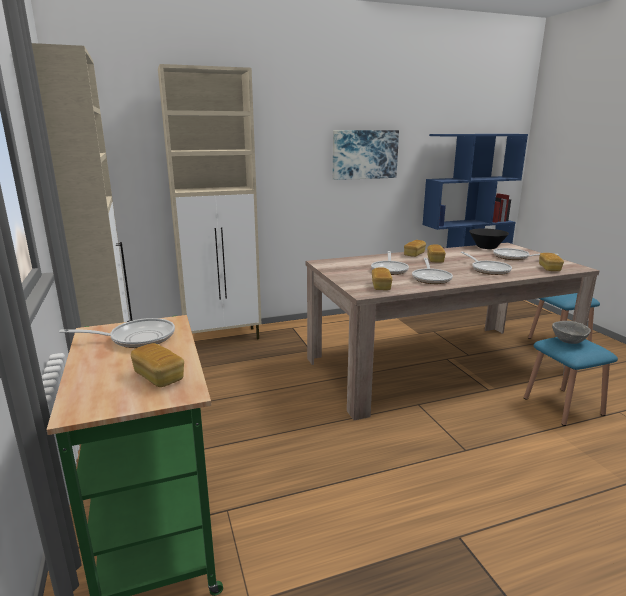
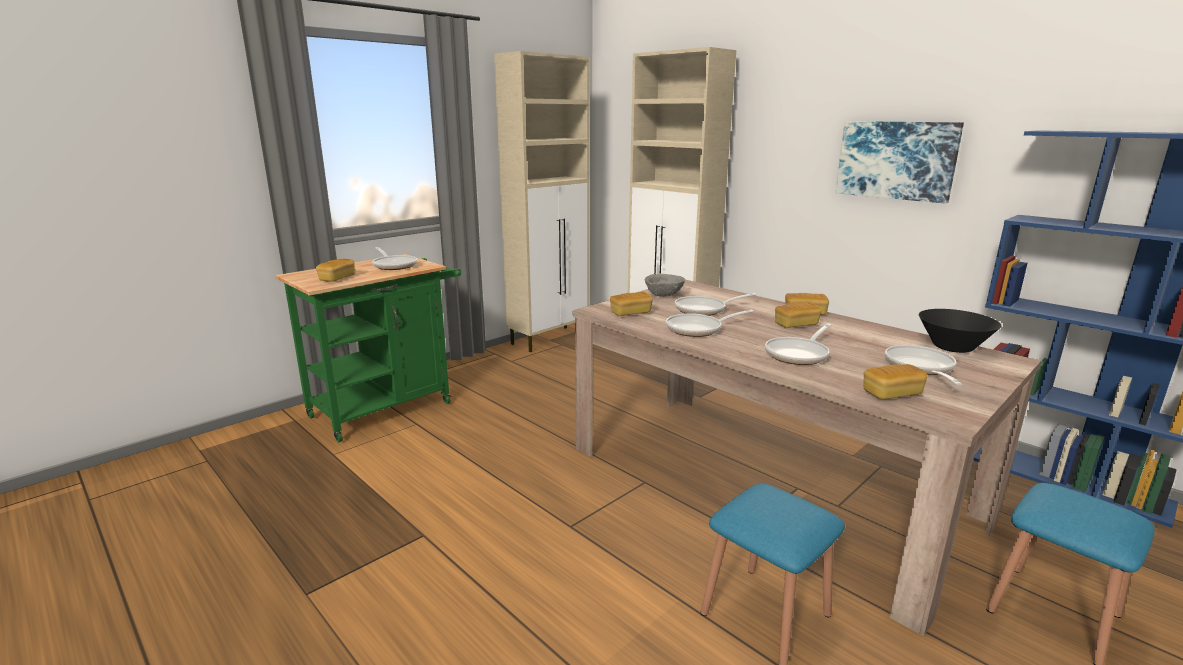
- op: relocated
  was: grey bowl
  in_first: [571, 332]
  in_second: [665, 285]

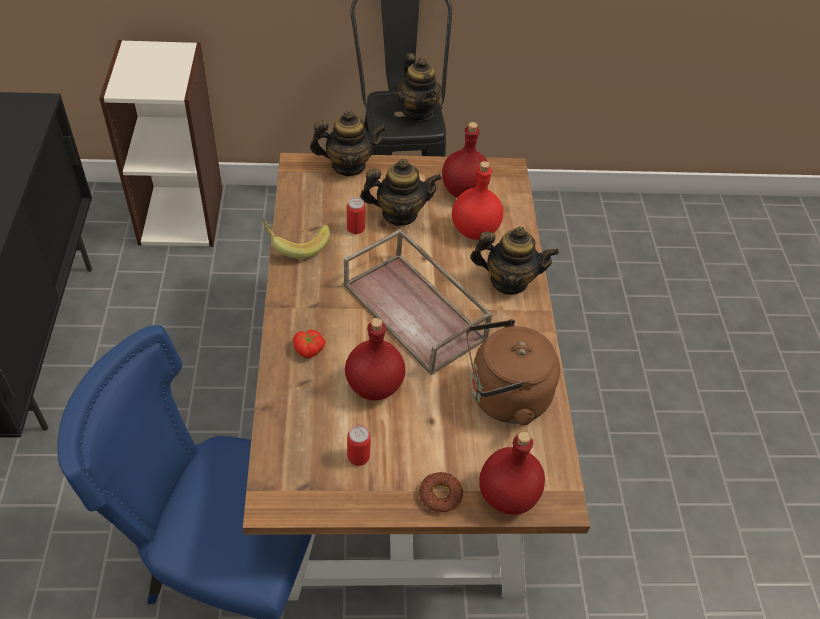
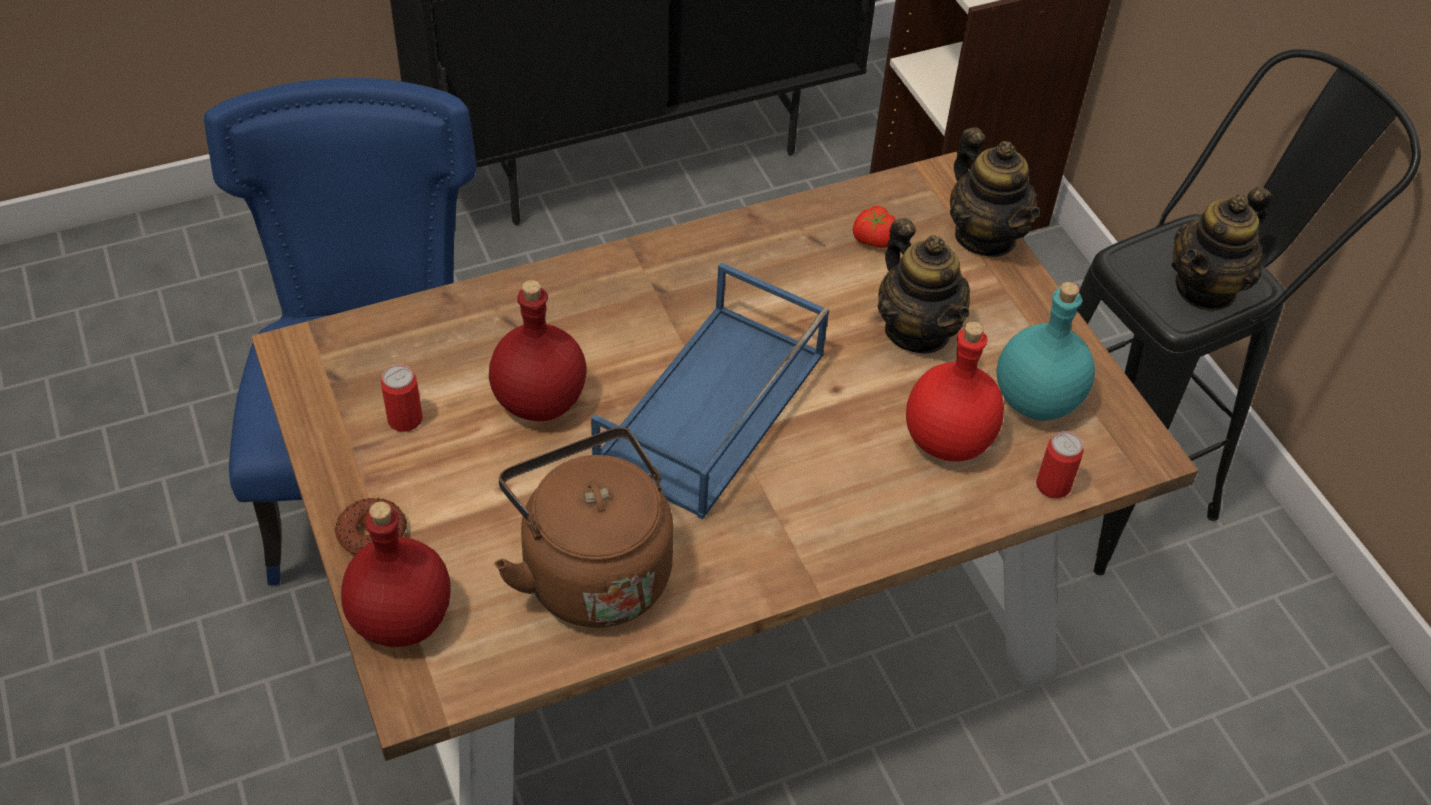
- op: colour
  was: red bottle
  now: turquoise bottle
  in_first: [466, 160]
  in_second: [1045, 351]
- op: relocated
  was: can
  in_first: [356, 215]
  in_second: [1060, 464]
- op: missing
  was: banana
  in_first: [296, 238]
- op: missing
  was: teapot
  in_first: [514, 261]
- op: colour
  was: brown tray
  now: blue tray
  in_first: [418, 302]
  in_second: [710, 391]
- op: relocated
  was: tomato
  in_first: [309, 344]
  in_second: [874, 227]

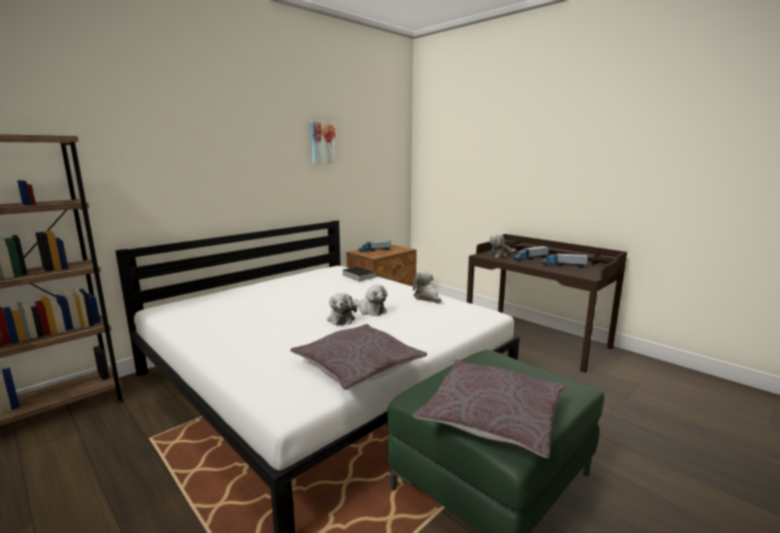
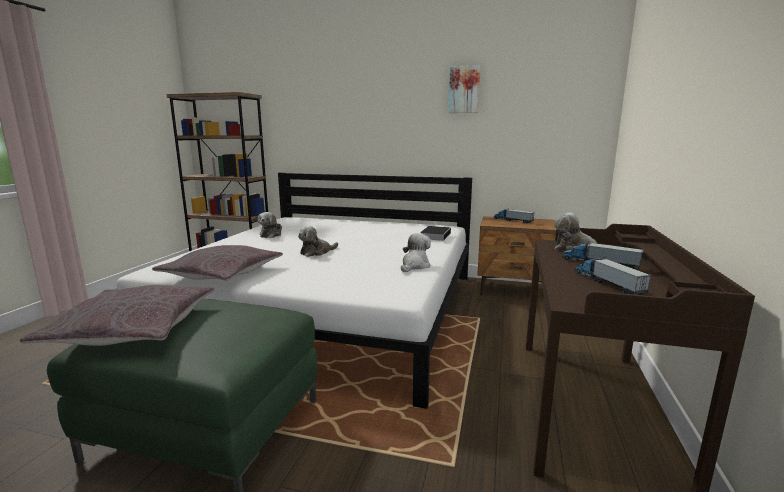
- op: relocated
  was: plush toy
  in_first: [370, 300]
  in_second: [270, 225]

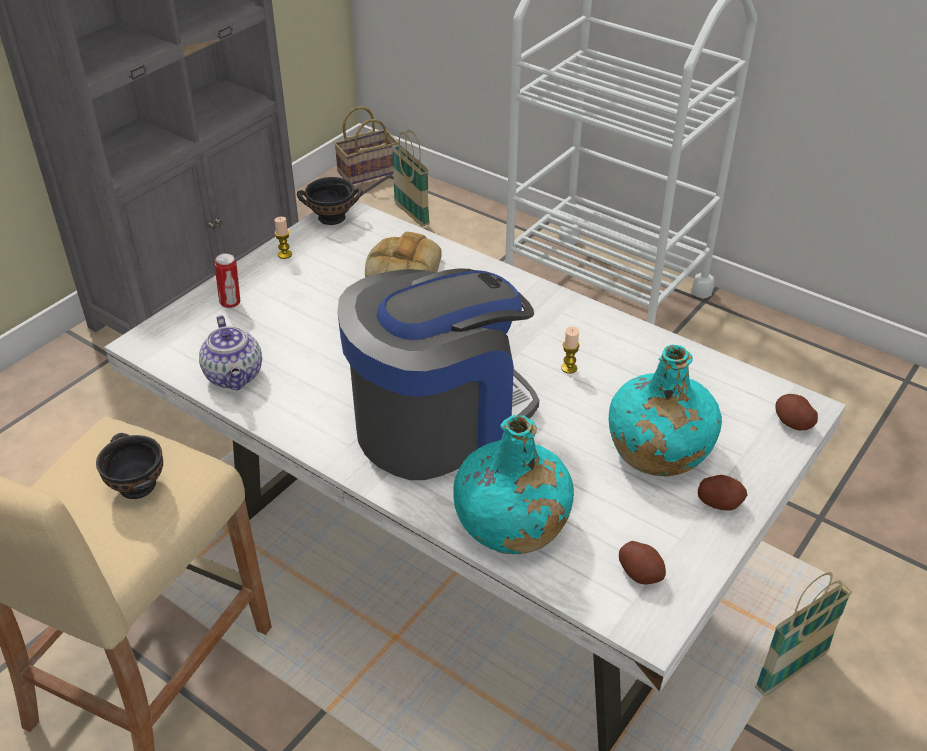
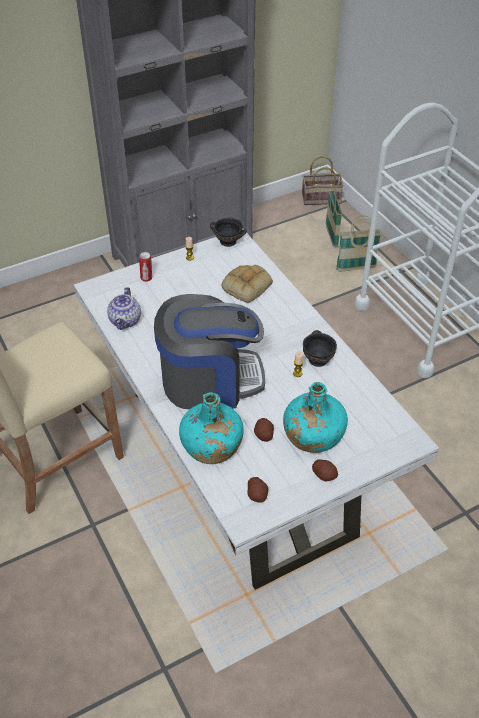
- op: relocated
  was: potato
  in_first: [796, 412]
  in_second: [264, 430]
- op: relocated
  was: black bowl
  in_first: [129, 466]
  in_second: [320, 348]
- op: relocated
  was: basket
  in_first: [803, 634]
  in_second: [359, 243]

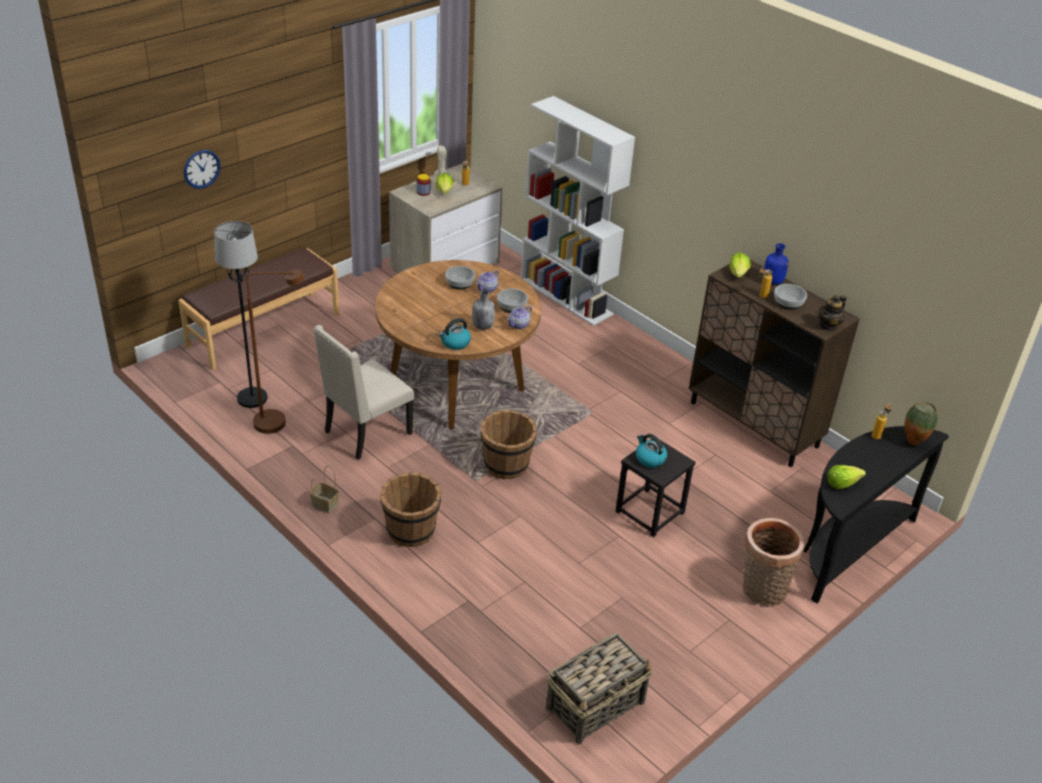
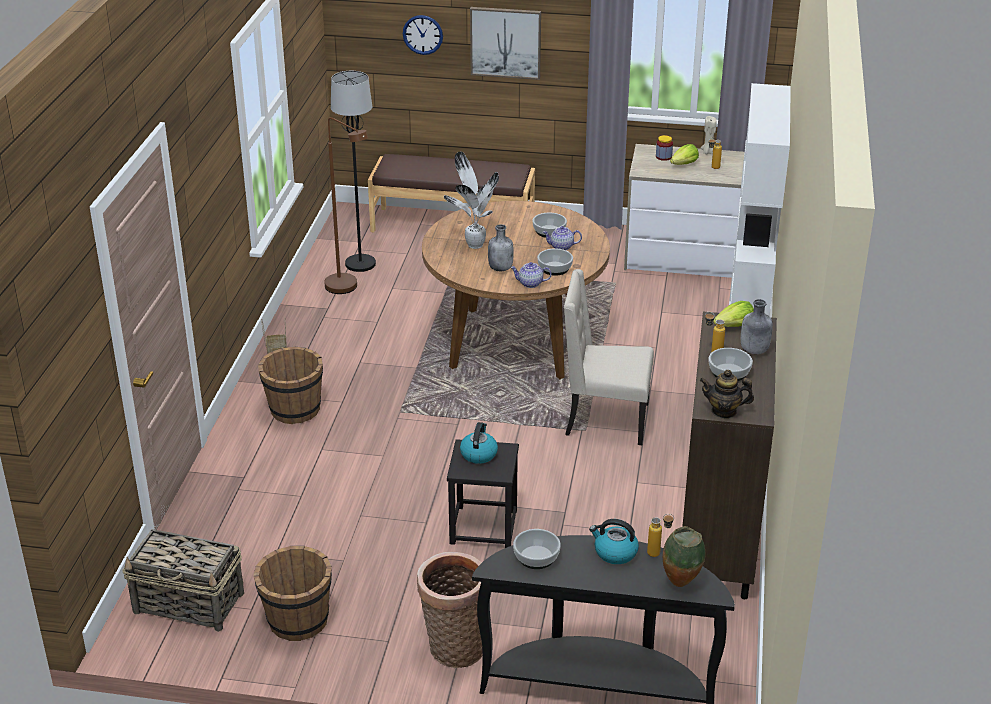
- op: colour
  was: blue bottle
  now: grey bottle
  in_first: [776, 264]
  in_second: [757, 326]
- op: relocated
  was: kettle
  in_first: [455, 334]
  in_second: [614, 541]
- op: relocated
  was: beige chair
  in_first: [363, 392]
  in_second: [609, 357]
- op: relocated
  was: brown bucket
  in_first: [508, 444]
  in_second: [292, 593]
- op: exchanged
  was: lettuce
  now: bowl
  in_first: [847, 477]
  in_second: [537, 549]
- op: appeared
  now: picture
  in_second: [505, 43]
- op: appeared
  now: potted plant
  in_second: [471, 200]

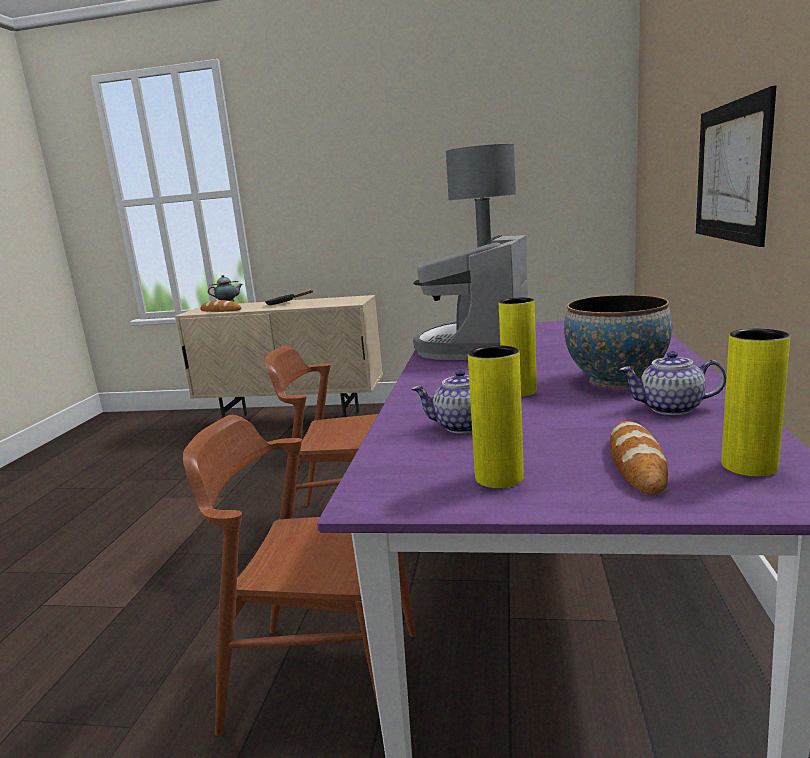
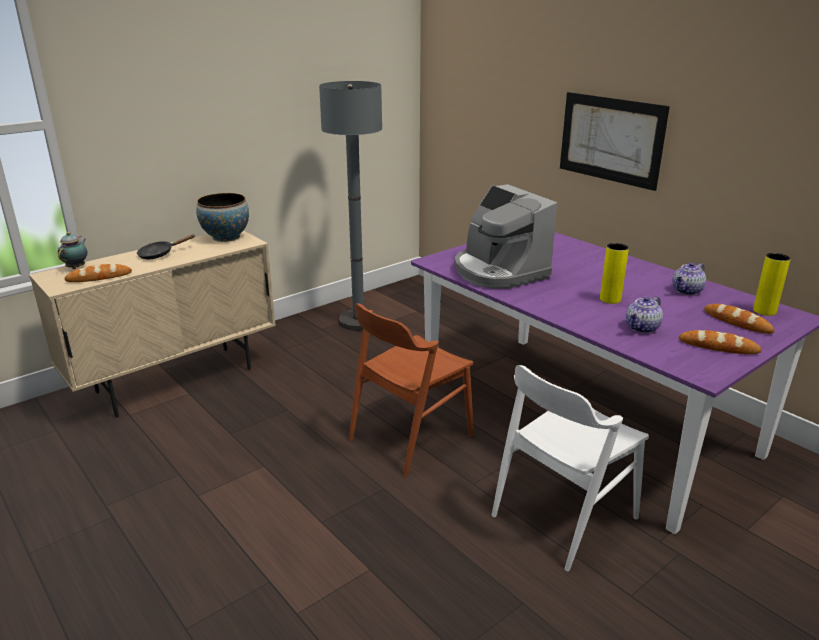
- op: relocated
  was: bowl
  in_first: [618, 341]
  in_second: [222, 217]
- op: exchanged
  was: yellow vase
  now: bread
  in_first: [496, 416]
  in_second: [720, 342]
- op: colour
  was: brown chair
  now: white chair
  in_first: [299, 575]
  in_second: [570, 468]

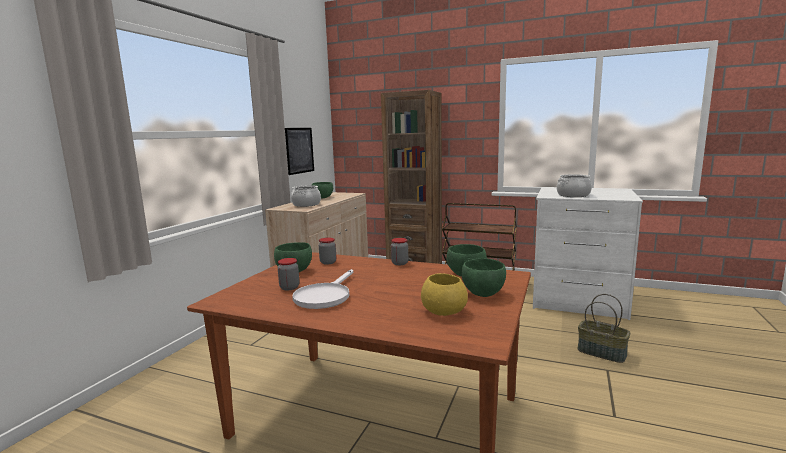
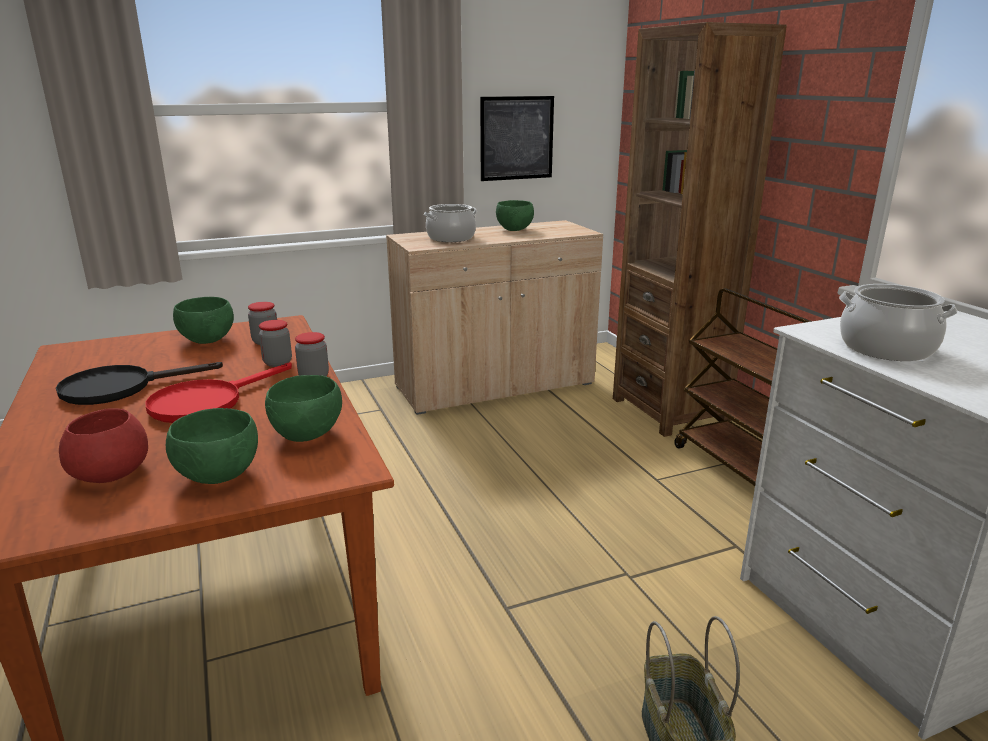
- op: relocated
  was: jar
  in_first: [288, 274]
  in_second: [275, 343]
- op: colour
  was: white frying pan
  now: black frying pan
  in_first: [322, 289]
  in_second: [139, 383]
- op: colour
  was: yellow bowl
  now: red bowl
  in_first: [444, 294]
  in_second: [103, 445]
- op: appeared
  now: red frying pan
  in_second: [219, 392]

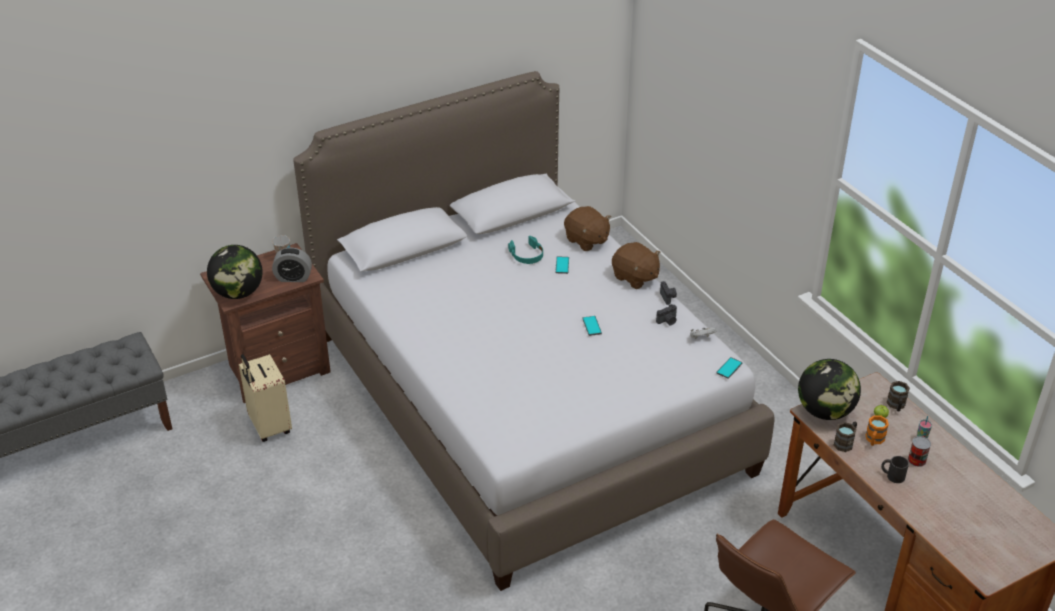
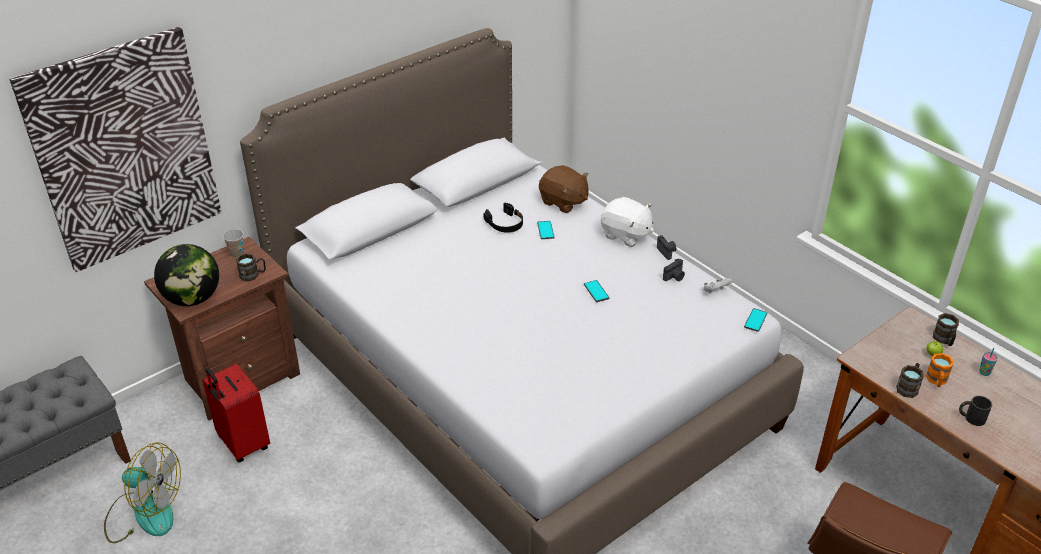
- op: colour
  was: turquoise headphones
  now: black headphones
  in_first: [525, 250]
  in_second: [503, 217]
- op: colour
  was: brown plush toy
  now: white plush toy
  in_first: [636, 265]
  in_second: [627, 222]
- op: exchanged
  was: alarm clock
  now: brown mug
  in_first: [292, 265]
  in_second: [251, 267]
- op: colour
  was: beige suitcase
  now: red suitcase
  in_first: [265, 398]
  in_second: [236, 413]
- op: missing
  was: globe
  in_first: [829, 389]
- op: missing
  was: can
  in_first: [919, 451]
- op: appeared
  now: picture
  in_second: [115, 149]
- op: appeared
  now: fan
  in_second: [142, 492]

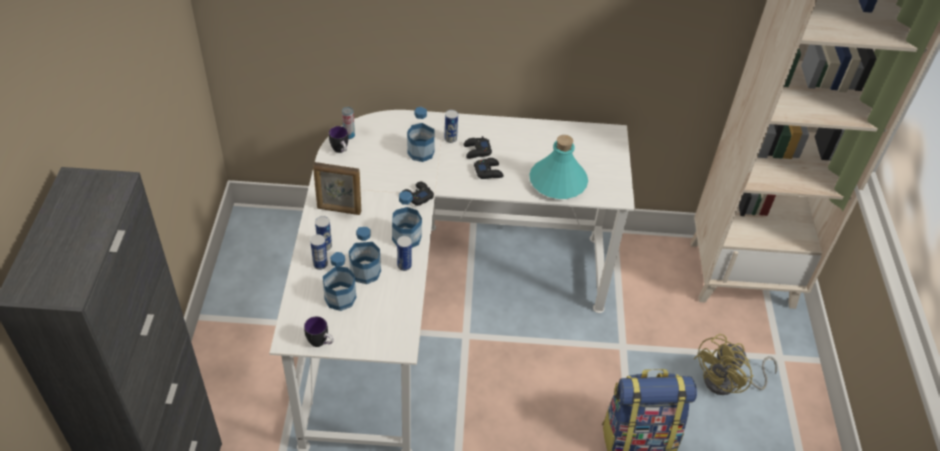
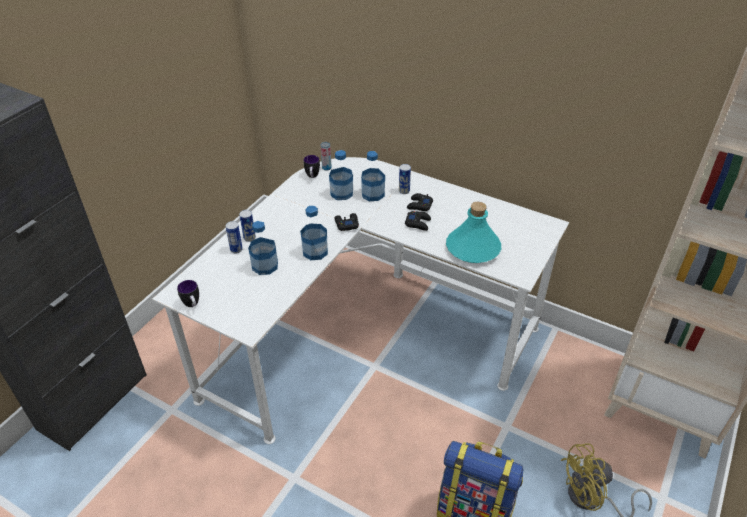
- op: missing
  was: picture frame
  in_first: [337, 188]
- op: missing
  was: can
  in_first: [404, 253]
- op: relocated
  was: bottle
  in_first: [340, 281]
  in_second: [341, 175]

